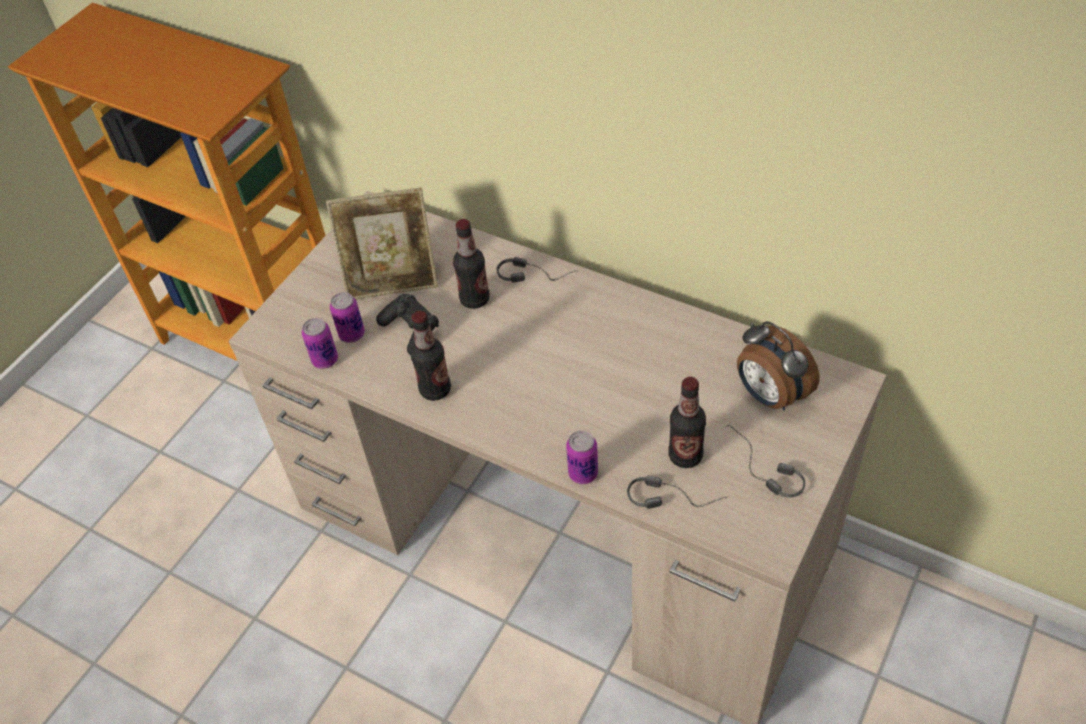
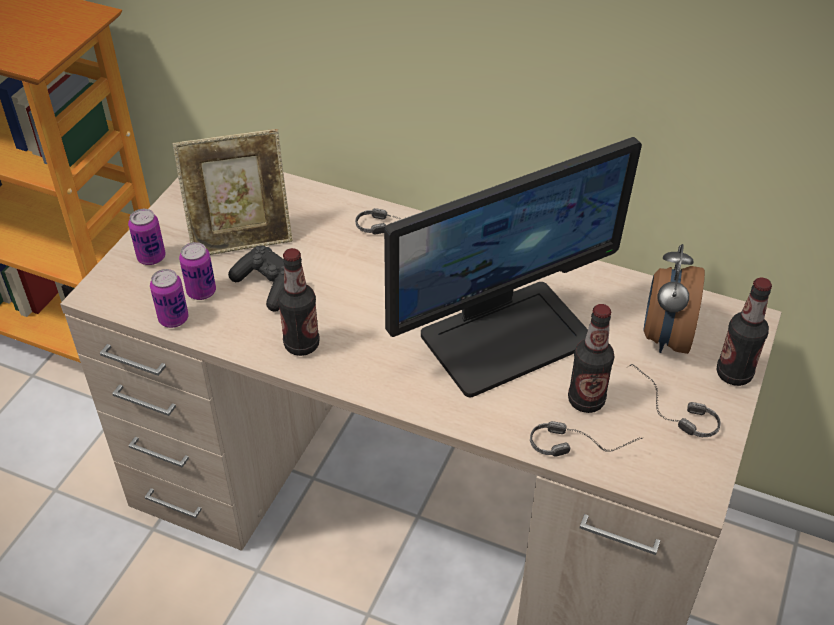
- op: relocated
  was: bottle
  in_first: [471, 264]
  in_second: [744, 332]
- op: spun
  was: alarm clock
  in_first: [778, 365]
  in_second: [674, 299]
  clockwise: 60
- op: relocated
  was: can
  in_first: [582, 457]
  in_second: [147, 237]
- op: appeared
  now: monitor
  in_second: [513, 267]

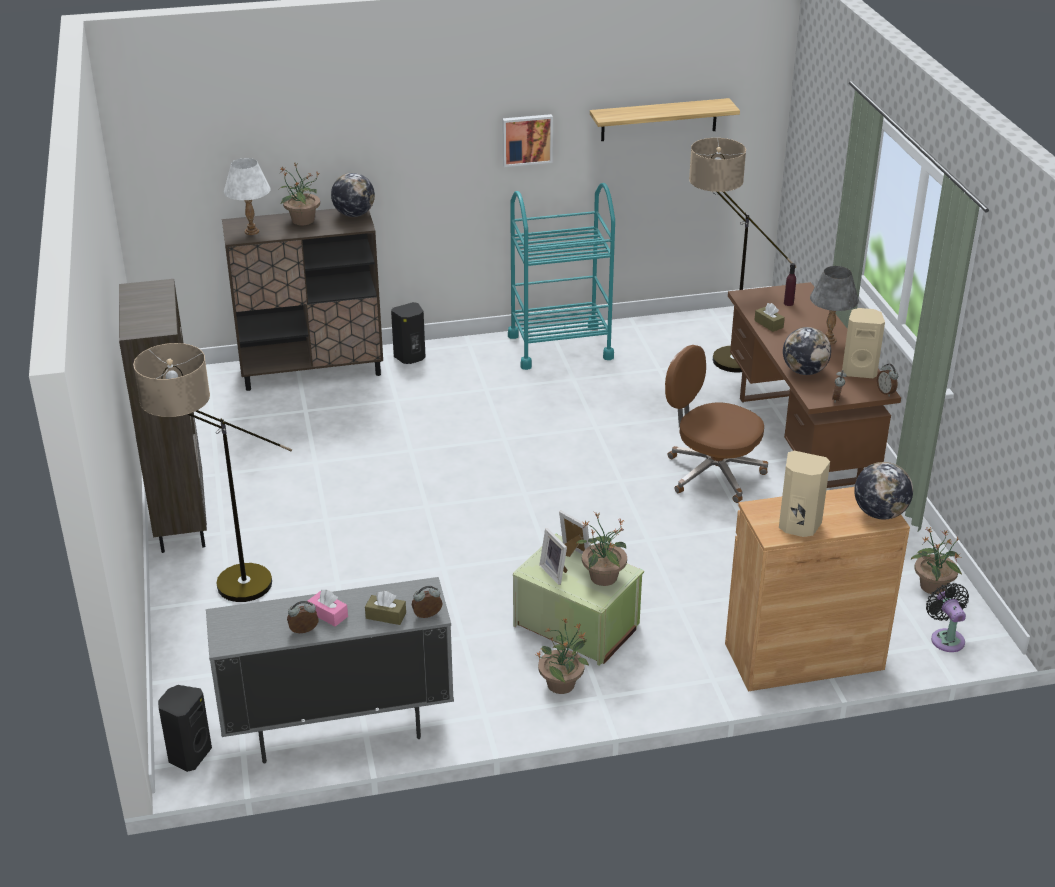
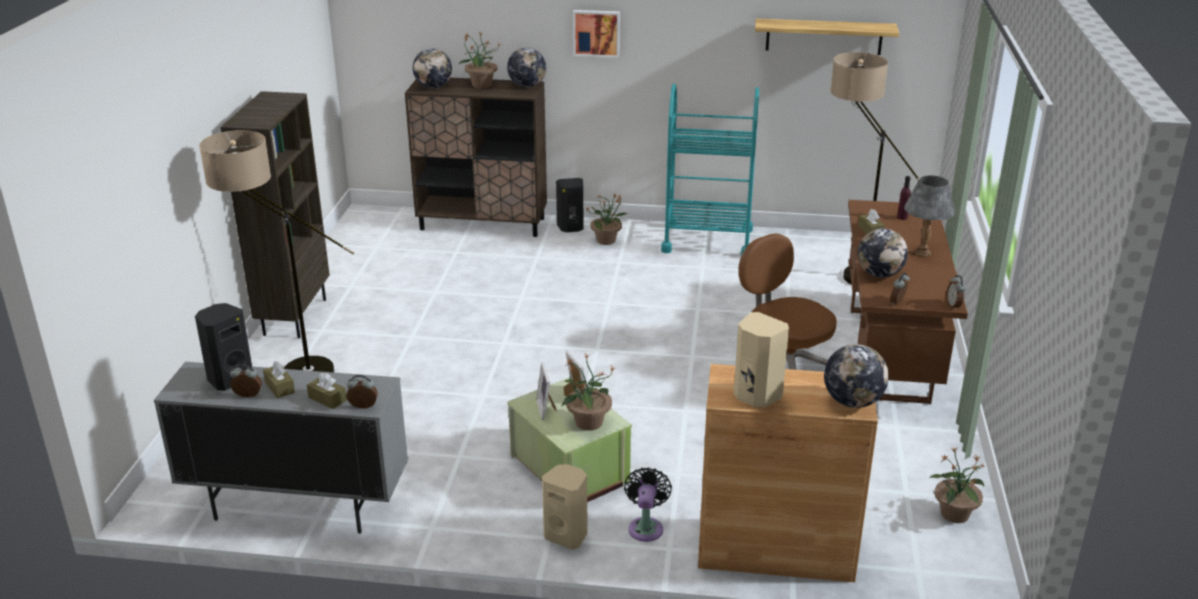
- op: relocated
  was: picture
  in_first: [527, 140]
  in_second: [596, 34]
- op: exchanged
  was: white table lamp
  now: globe
  in_first: [247, 196]
  in_second: [432, 68]
- op: relocated
  was: beige speaker
  in_first: [863, 343]
  in_second: [565, 507]
- op: relocated
  was: black fan
  in_first: [947, 617]
  in_second: [648, 504]
- op: colour
  was: pink tissue box
  now: brown tissue box
  in_first: [328, 608]
  in_second: [279, 379]
- op: relocated
  was: potted plant
  in_first: [563, 656]
  in_second: [606, 219]
- op: relocated
  was: black speaker
  in_first: [185, 728]
  in_second: [223, 347]

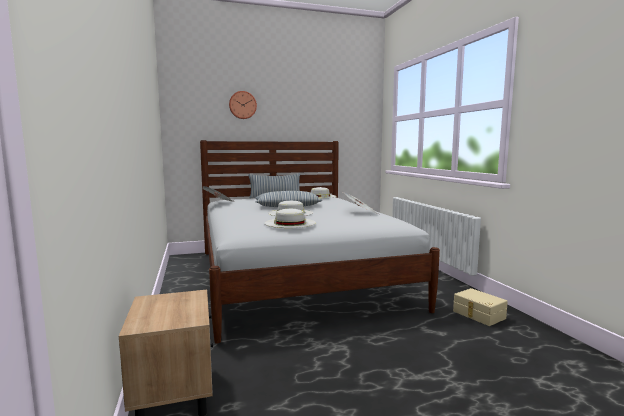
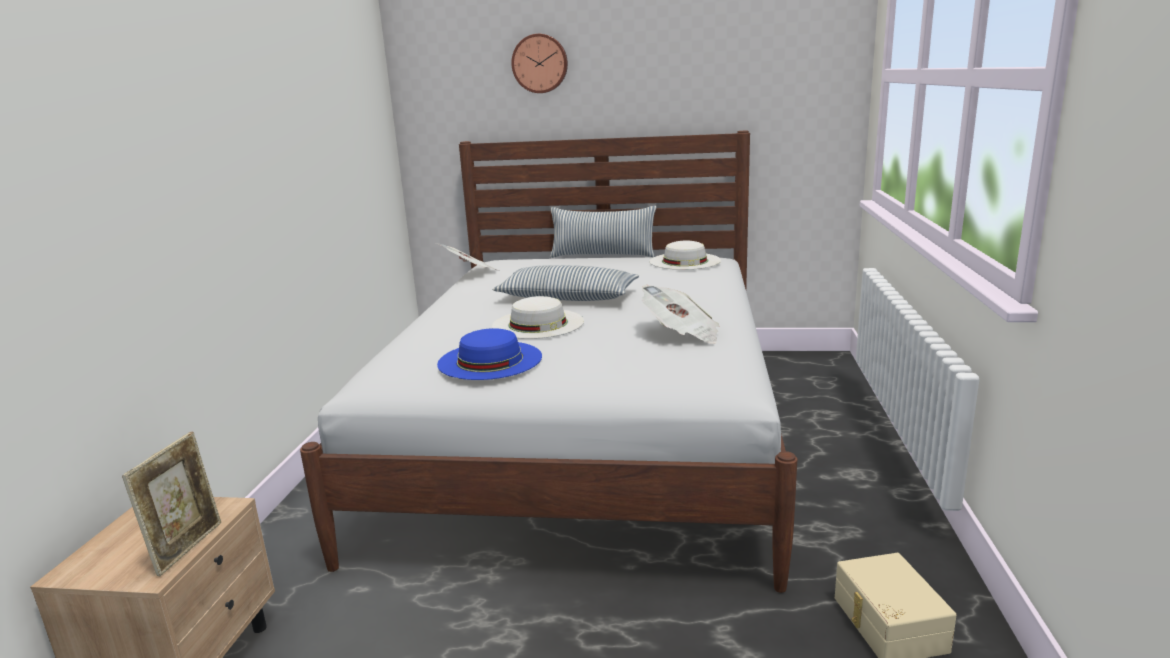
- op: colour
  was: white hat
  now: blue hat
  in_first: [290, 218]
  in_second: [489, 354]
- op: appeared
  now: picture frame
  in_second: [171, 503]

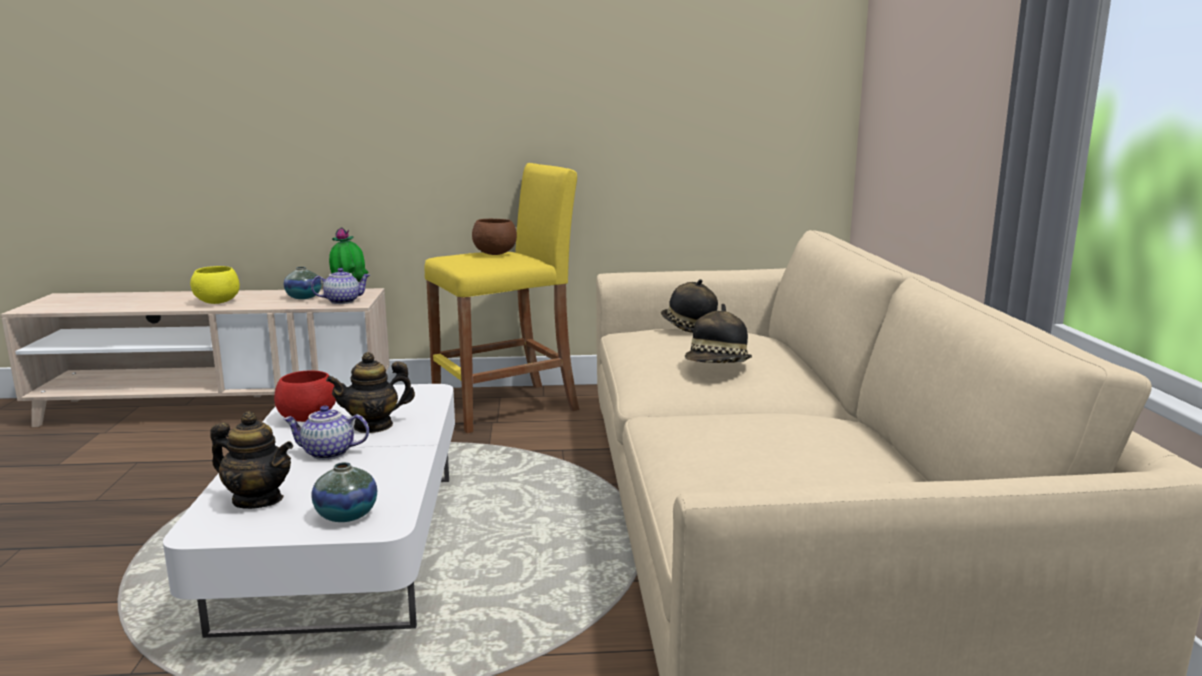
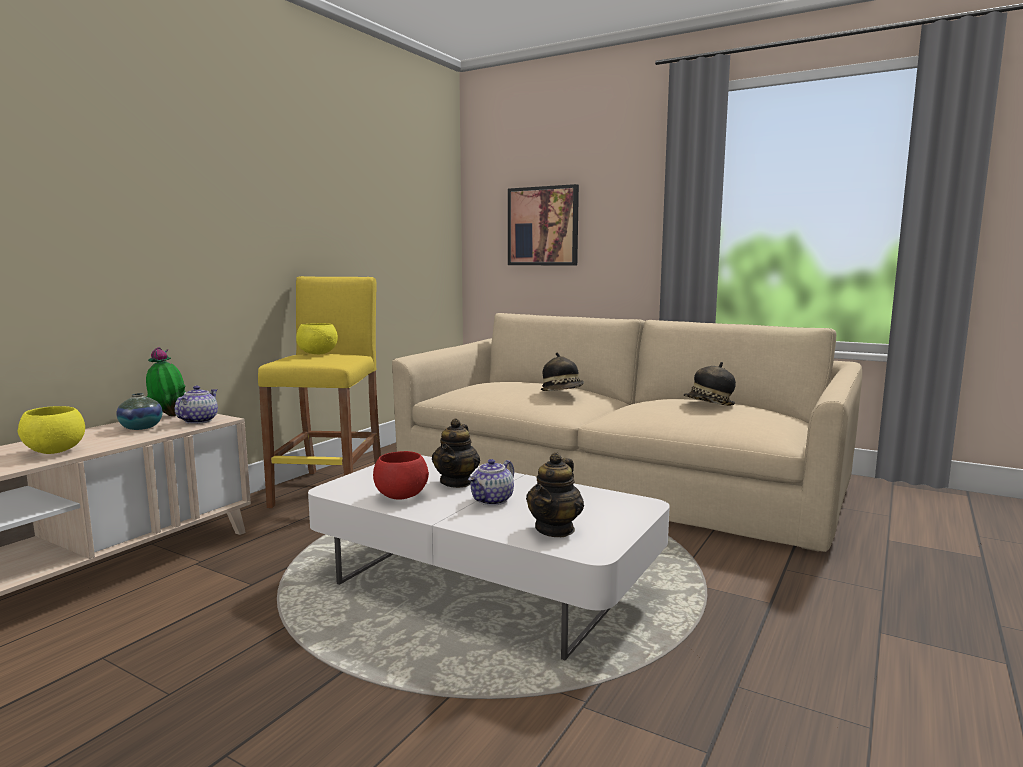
- op: colour
  was: brown bowl
  now: yellow bowl
  in_first: [494, 237]
  in_second: [317, 338]
- op: relocated
  was: hat
  in_first: [689, 306]
  in_second: [710, 384]
- op: spun
  was: teapot
  in_first: [251, 460]
  in_second: [555, 494]
  clockwise: 150
- op: missing
  was: vase
  in_first: [344, 492]
- op: appeared
  now: picture
  in_second: [543, 224]

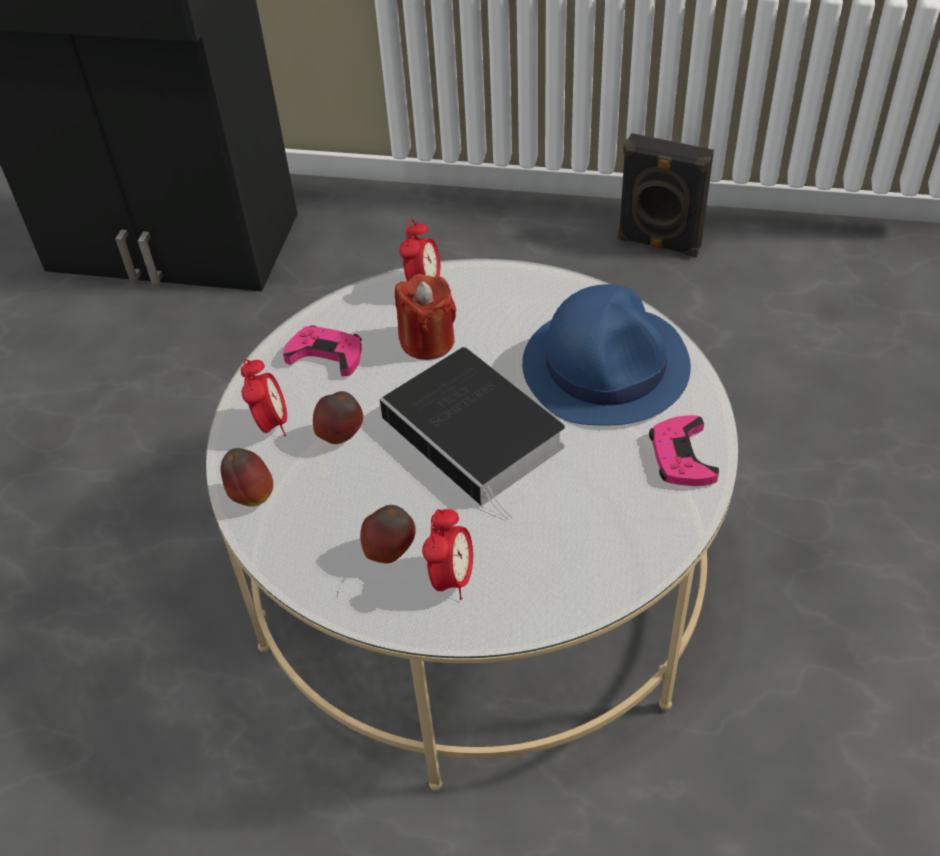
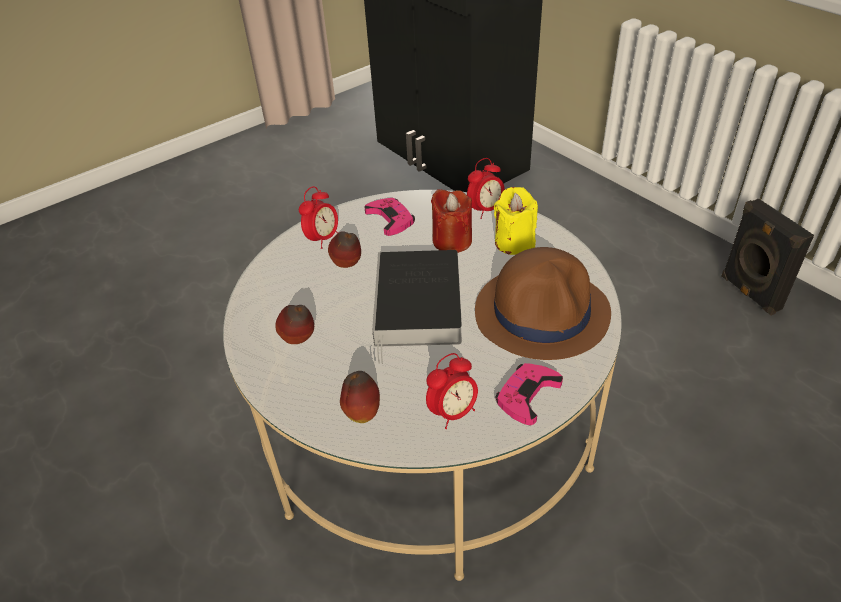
- op: colour
  was: blue hat
  now: brown hat
  in_first: [606, 354]
  in_second: [543, 303]
- op: relocated
  was: apple
  in_first: [247, 477]
  in_second: [360, 397]
- op: relocated
  was: alarm clock
  in_first: [447, 554]
  in_second: [452, 391]
- op: appeared
  now: yellow candle
  in_second: [516, 221]

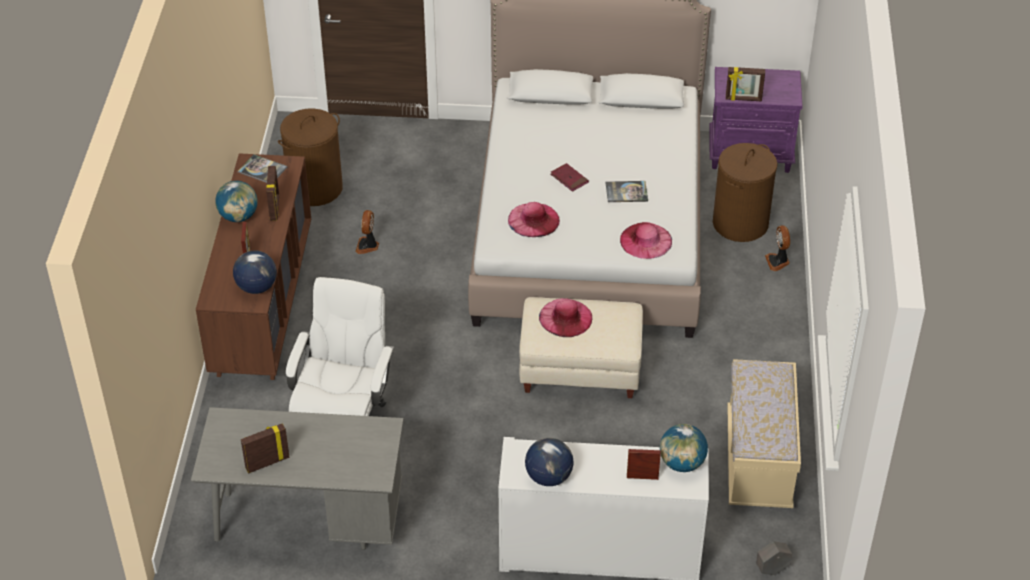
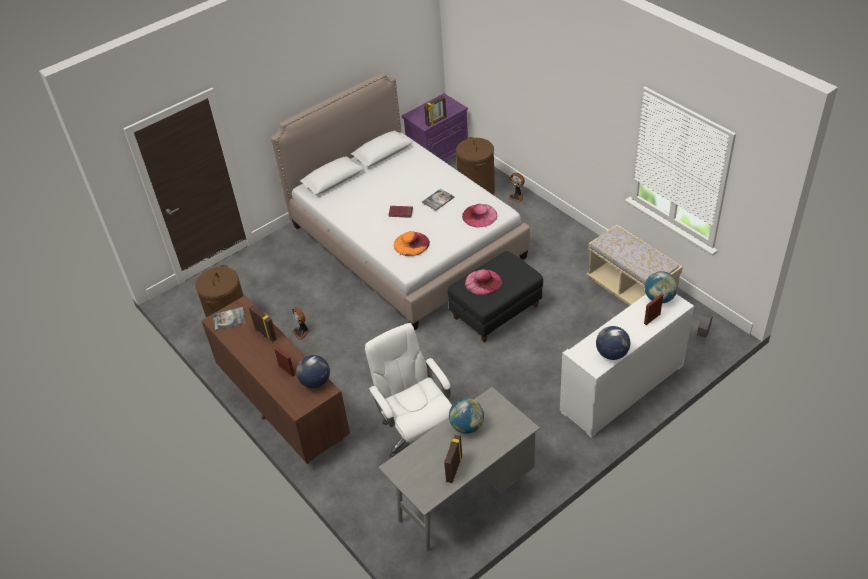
- op: relocated
  was: globe
  in_first: [236, 201]
  in_second: [466, 416]
- op: colour
  was: pink hat
  now: orange hat
  in_first: [534, 219]
  in_second: [412, 243]
- op: colour
  was: beige ottoman
  now: black ottoman
  in_first: [581, 347]
  in_second: [495, 297]

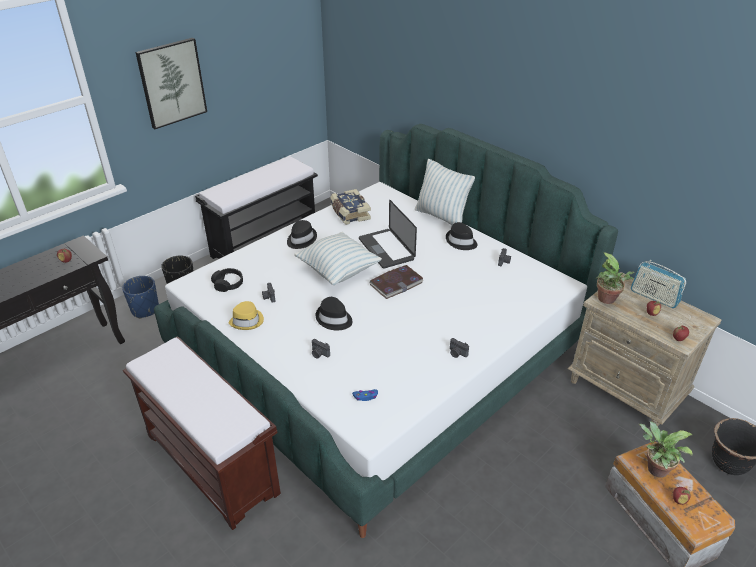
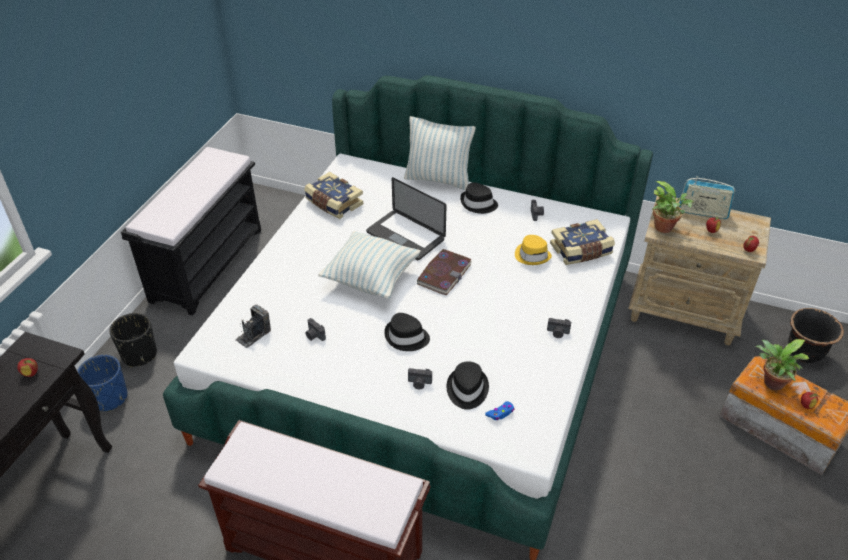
- op: missing
  was: picture
  in_first: [171, 83]
- op: relocated
  was: black hat
  in_first: [302, 234]
  in_second: [468, 385]
- op: exchanged
  was: black headphones
  now: photo camera
  in_first: [227, 280]
  in_second: [253, 326]
- op: relocated
  was: yellow hat
  in_first: [246, 315]
  in_second: [533, 250]
- op: appeared
  now: book
  in_second: [582, 242]

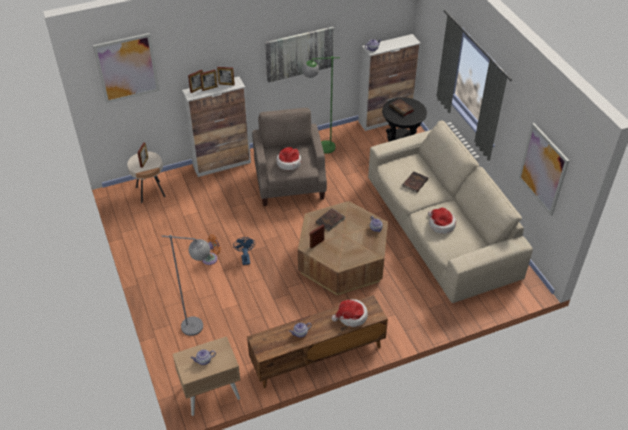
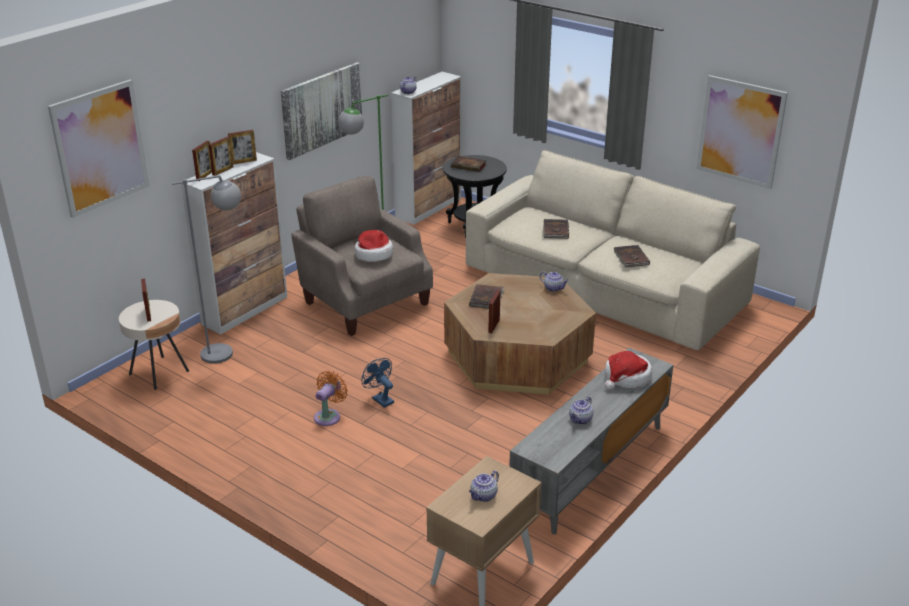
- op: exchanged
  was: hat
  now: brown book
  in_first: [442, 221]
  in_second: [632, 256]
- op: relocated
  was: grey floor lamp
  in_first: [185, 285]
  in_second: [206, 269]
- op: colour
  was: brown tv stand
  now: grey tv stand
  in_first: [317, 341]
  in_second: [591, 441]

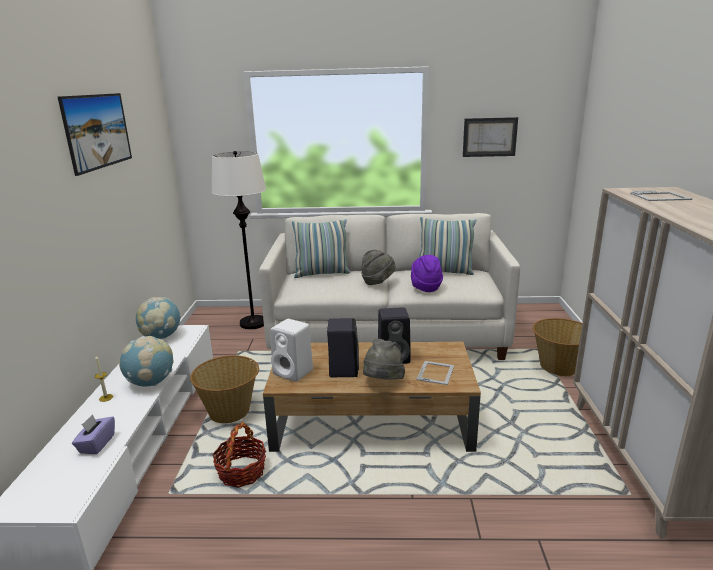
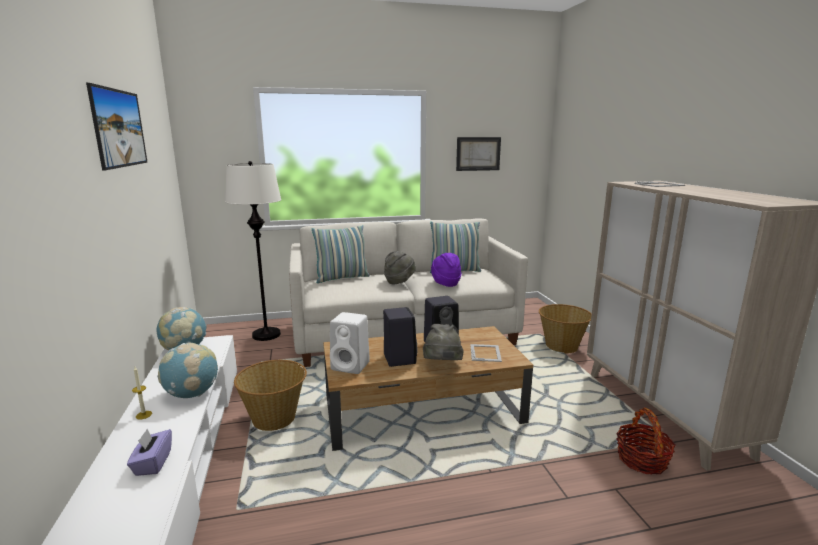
- op: relocated
  was: basket
  in_first: [239, 455]
  in_second: [646, 441]

